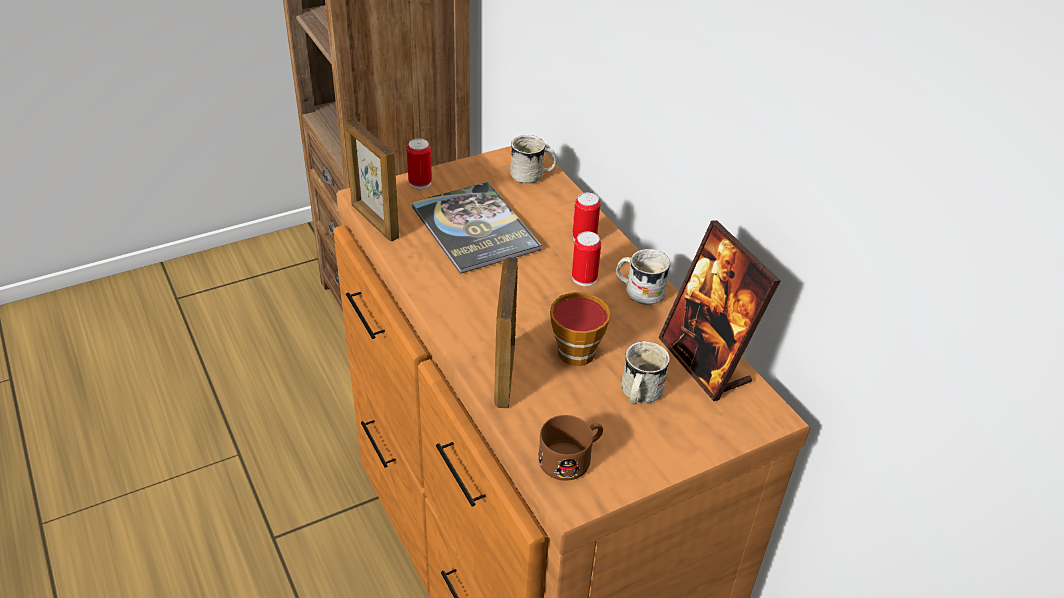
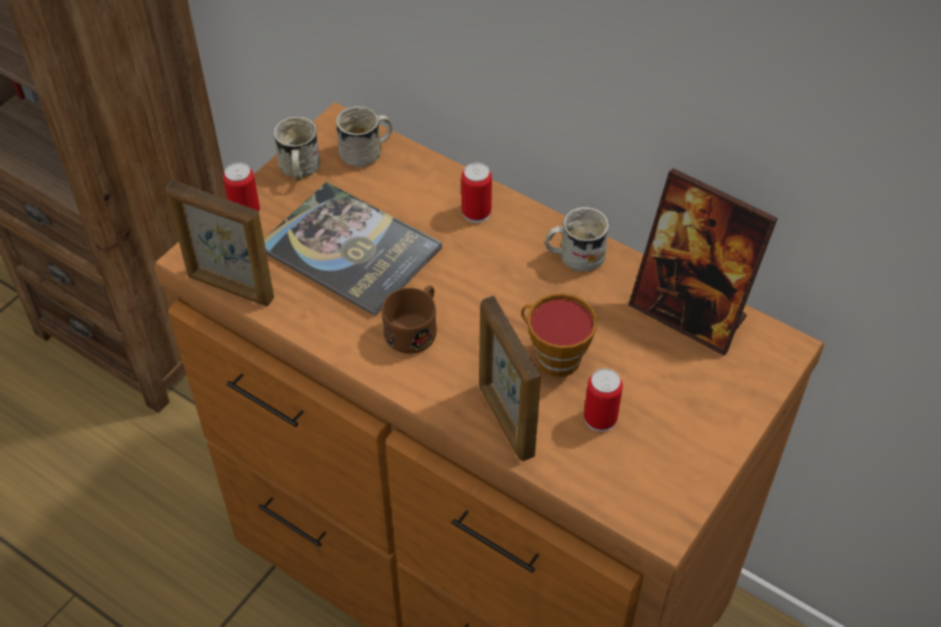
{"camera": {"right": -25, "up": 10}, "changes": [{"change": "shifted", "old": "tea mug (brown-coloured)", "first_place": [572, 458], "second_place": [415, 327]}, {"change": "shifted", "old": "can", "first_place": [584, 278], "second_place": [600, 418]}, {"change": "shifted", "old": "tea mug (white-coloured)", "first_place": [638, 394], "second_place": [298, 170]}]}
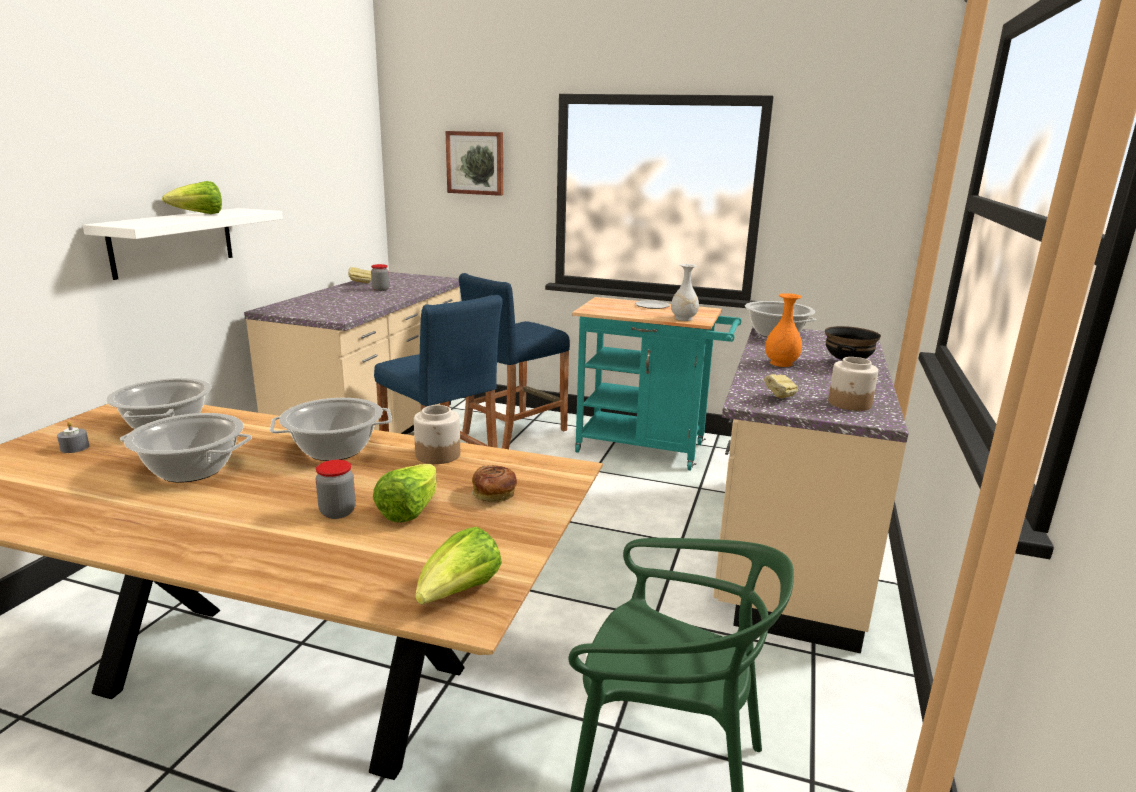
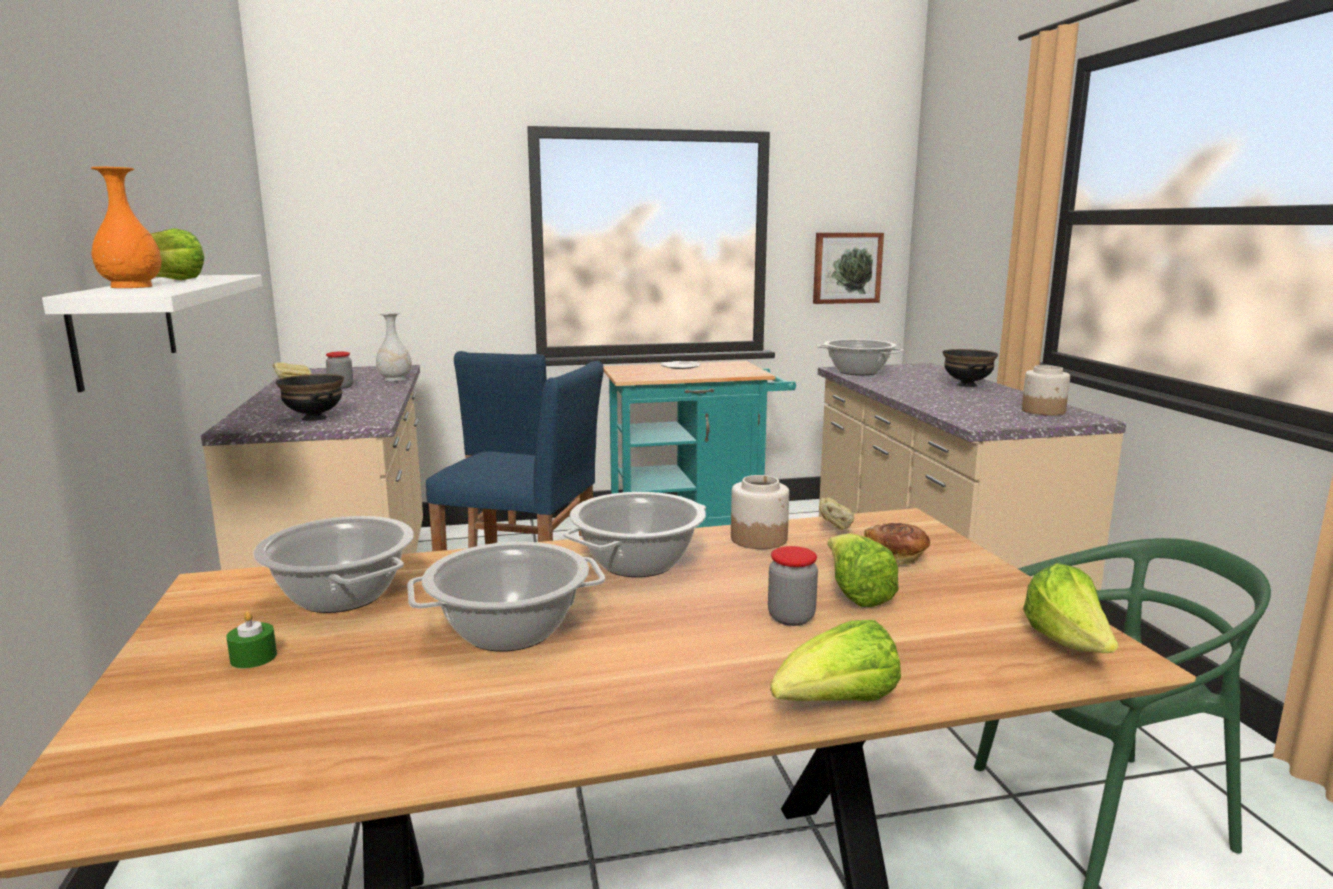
{"camera": {"right": -30, "up": -5}, "changes": [{"change": "new", "new": "serving bowl (black-coloured)", "second_place": [313, 418]}, {"change": "new", "new": "lettuce", "second_place": [837, 705]}, {"change": "shifted", "old": "wall picture", "first_place": [475, 163], "second_place": [846, 268]}, {"change": "shifted", "old": "flower vase (white-coloured)", "first_place": [683, 319], "second_place": [394, 379]}, {"change": "shifted", "old": "bread", "first_place": [779, 398], "second_place": [835, 530]}, {"change": "shifted", "old": "flower vase (orange-coloured)", "first_place": [781, 364], "second_place": [132, 287]}, {"change": "repainted", "old": "wax candle (greyish)", "new": "wax candle (green)", "first_place": [75, 448], "second_place": [253, 657]}]}
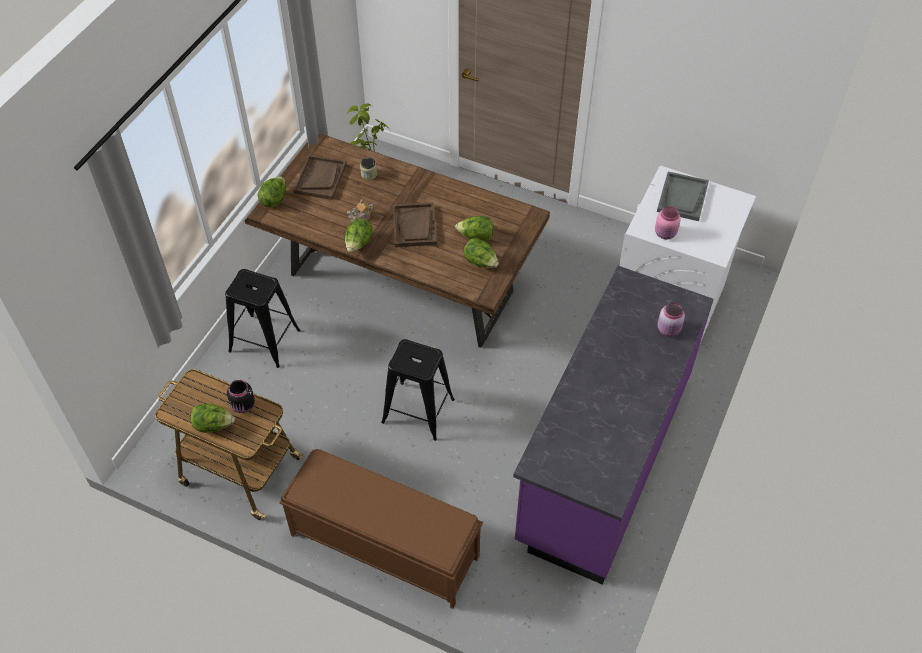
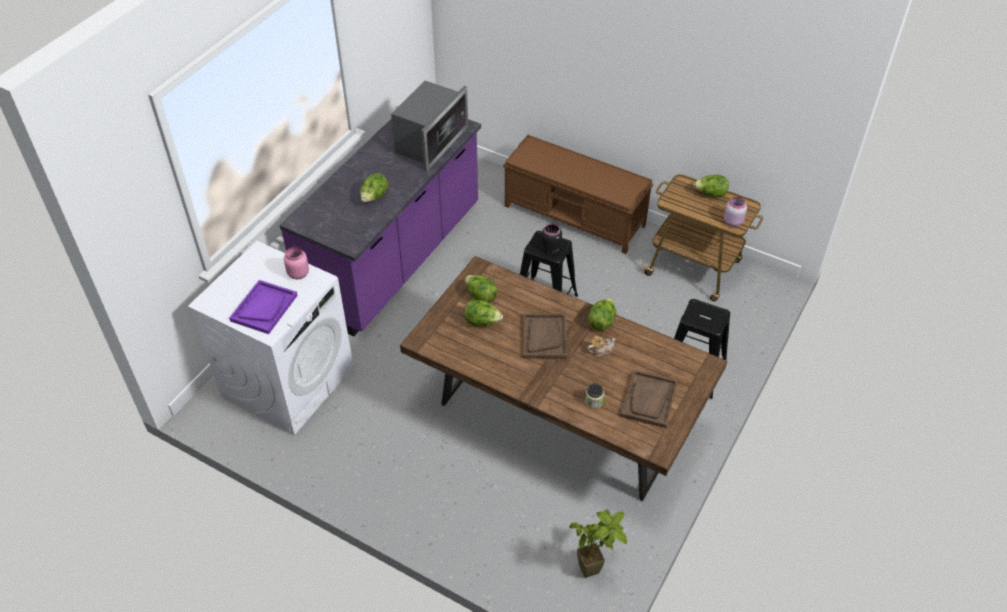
{"camera": {"right": -175, "up": -5}, "changes": [{"change": "new", "new": "microwave oven", "second_place": [430, 142]}, {"change": "shifted", "old": "jar (black-coloured)", "first_place": [243, 406], "second_place": [550, 247]}, {"change": "shifted", "old": "lettuce", "first_place": [274, 199], "second_place": [374, 197]}, {"change": "shifted", "old": "jar (pink-coloured)", "first_place": [669, 330], "second_place": [732, 221]}, {"change": "repainted", "old": "serving tray (greyish)", "new": "serving tray (purplish)", "first_place": [682, 198], "second_place": [264, 308]}]}
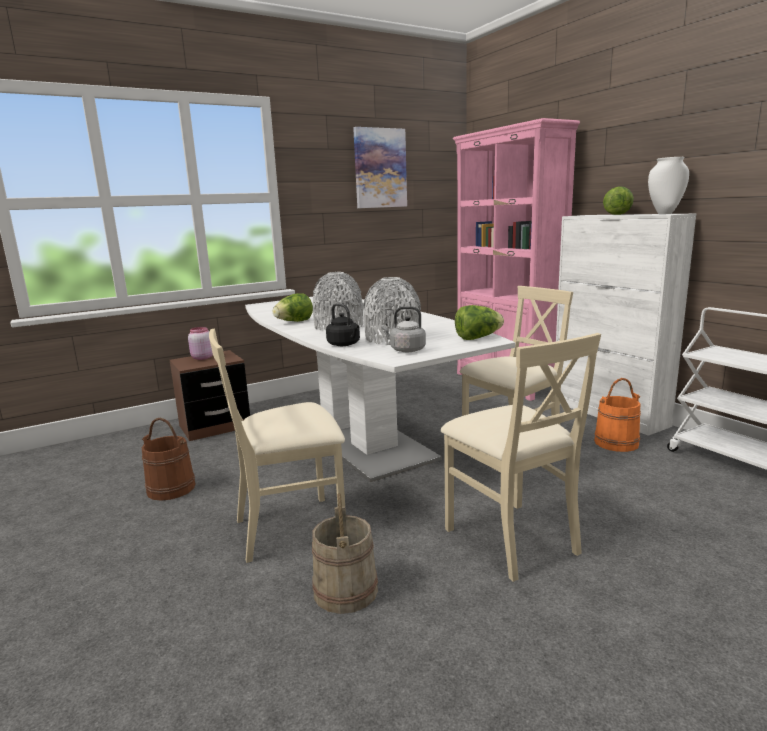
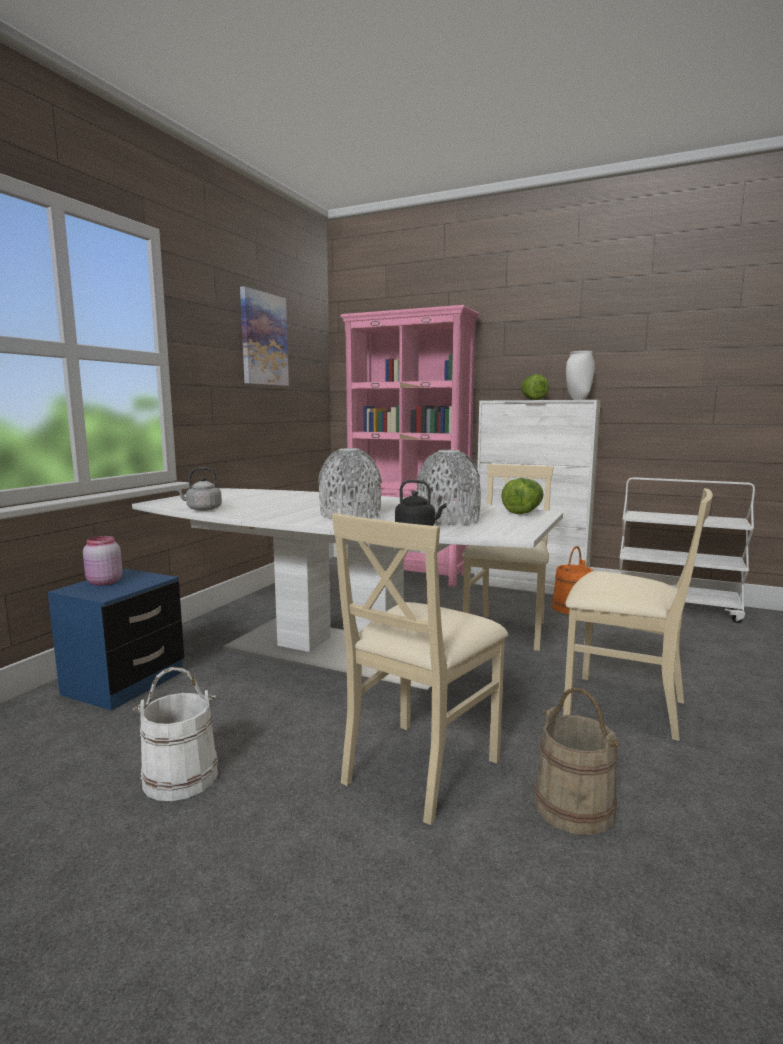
{"camera": {"right": -35, "up": -5}, "changes": [{"change": "gone", "old": "lettuce", "first_place": [294, 322]}, {"change": "shifted", "old": "tea kettle (greyish)", "first_place": [405, 350], "second_place": [202, 509]}, {"change": "repainted", "old": "pail (brown-coloured)", "new": "pail (white-coloured)", "first_place": [171, 488], "second_place": [180, 778]}, {"change": "repainted", "old": "bedside table (brown-coloured)", "new": "bedside table (blue)", "first_place": [215, 426], "second_place": [124, 683]}]}
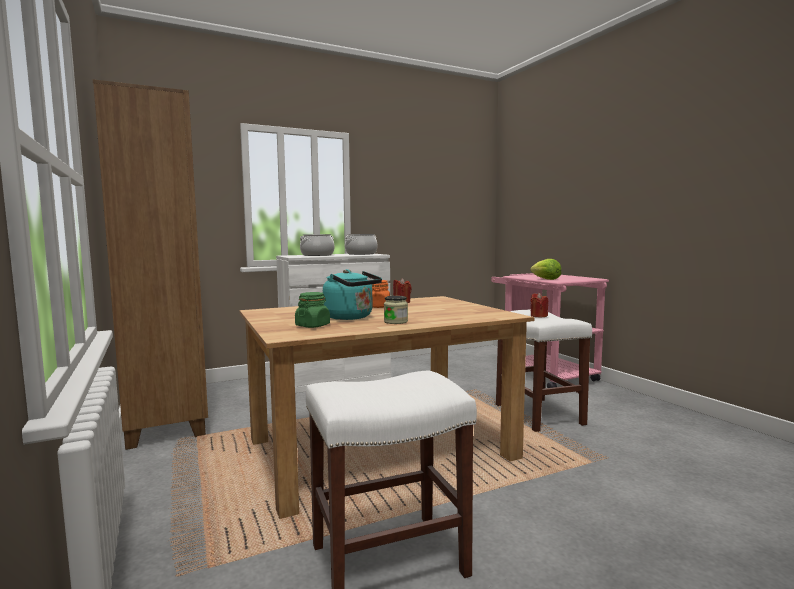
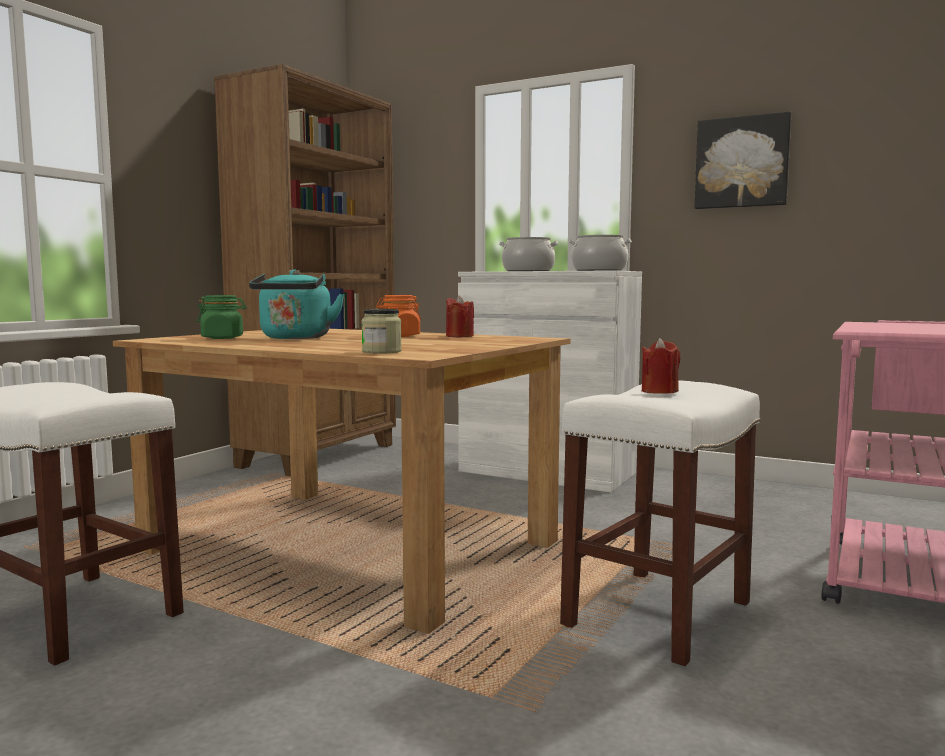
{"camera": {"right": 55, "up": 0}, "changes": [{"change": "gone", "old": "lettuce", "first_place": [545, 279]}, {"change": "new", "new": "wall picture", "second_place": [742, 162]}, {"change": "shifted", "old": "jar", "first_place": [395, 322], "second_place": [381, 351]}]}
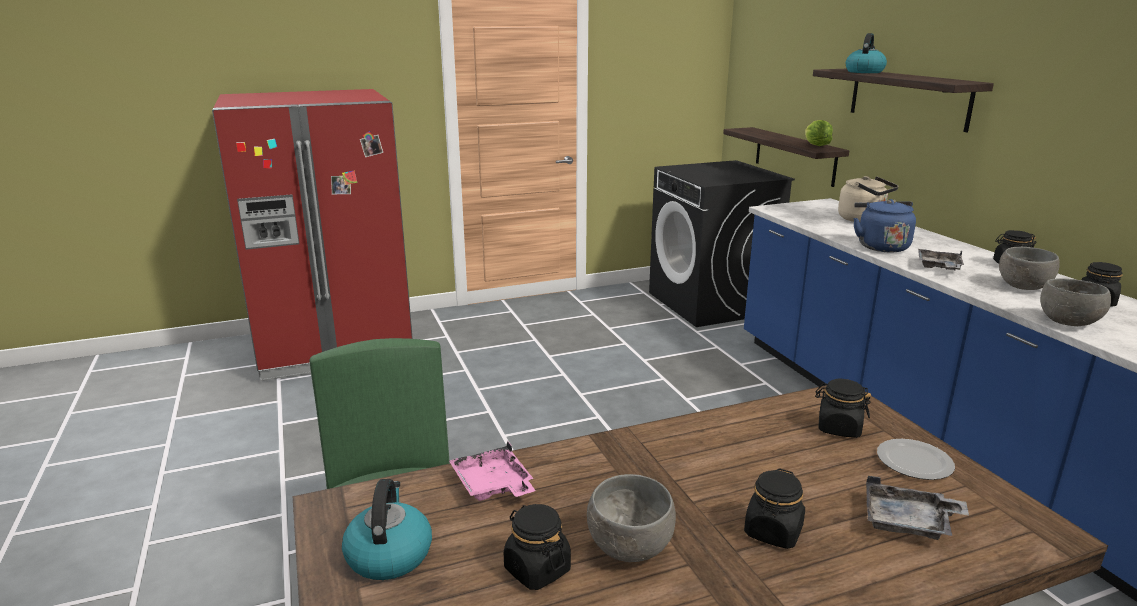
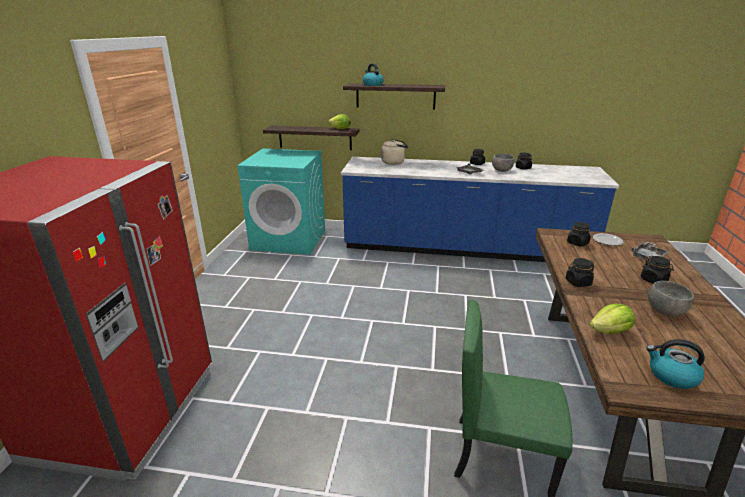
{"camera": {"right": -60, "up": 5}, "changes": [{"change": "gone", "old": "tea kettle (blue)", "first_place": [880, 246]}, {"change": "gone", "old": "serving bowl (greyish)", "first_place": [1069, 323]}, {"change": "shifted", "old": "jar (black-coloured)", "first_place": [537, 569], "second_place": [578, 282]}, {"change": "swapped", "old": "serving tray (pink-coloured)", "new": "lettuce", "first_place": [493, 486], "second_place": [610, 331]}, {"change": "repainted", "old": "laundry machine (black-coloured)", "new": "laundry machine (blue-green)", "first_place": [711, 303], "second_place": [289, 239]}]}
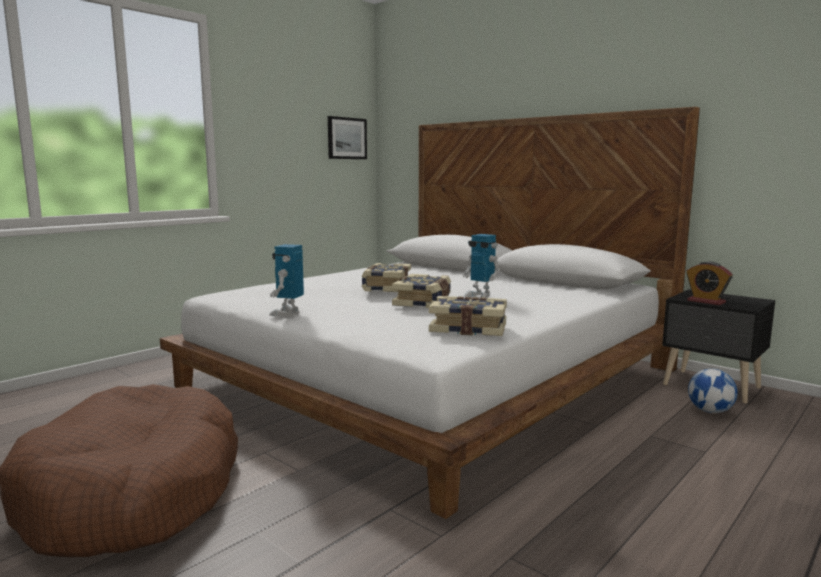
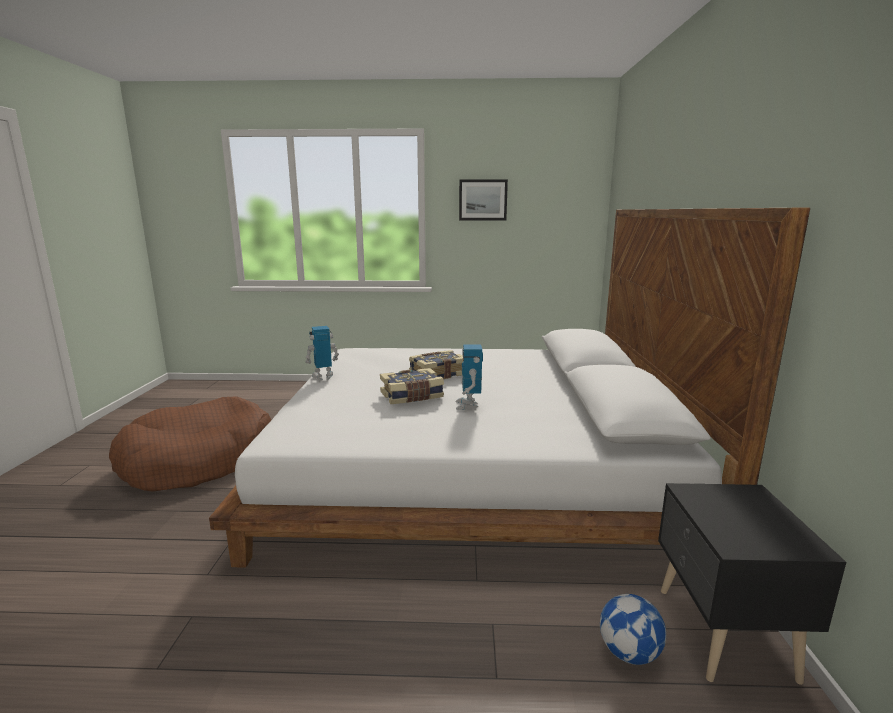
{"camera": {"right": 50, "up": 5}, "changes": [{"change": "gone", "old": "bound book", "first_place": [468, 328]}, {"change": "gone", "old": "table clock", "first_place": [706, 301]}, {"change": "shifted", "old": "wall picture", "first_place": [346, 138], "second_place": [483, 200]}]}
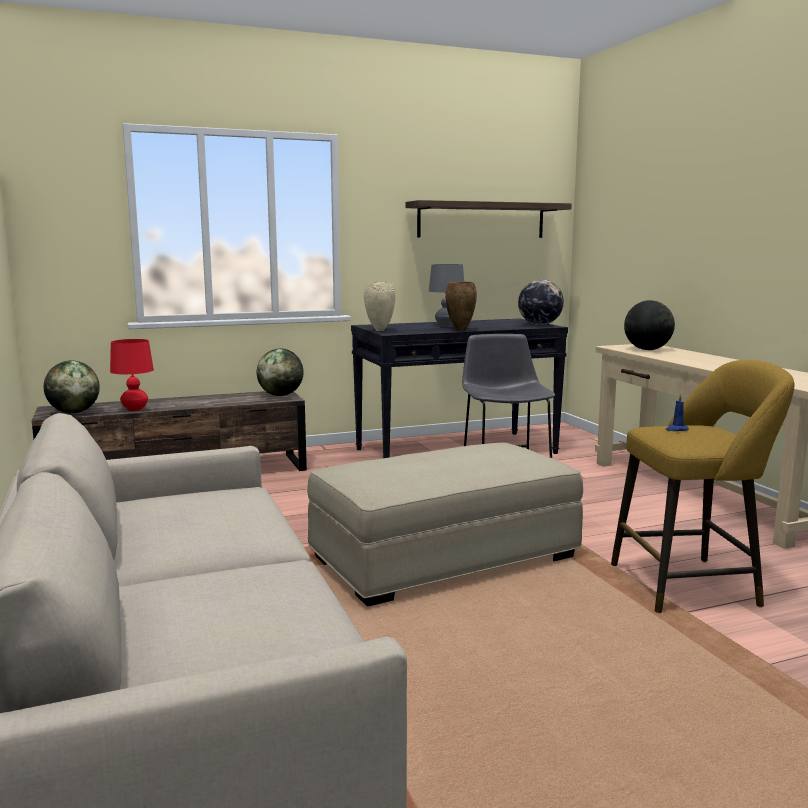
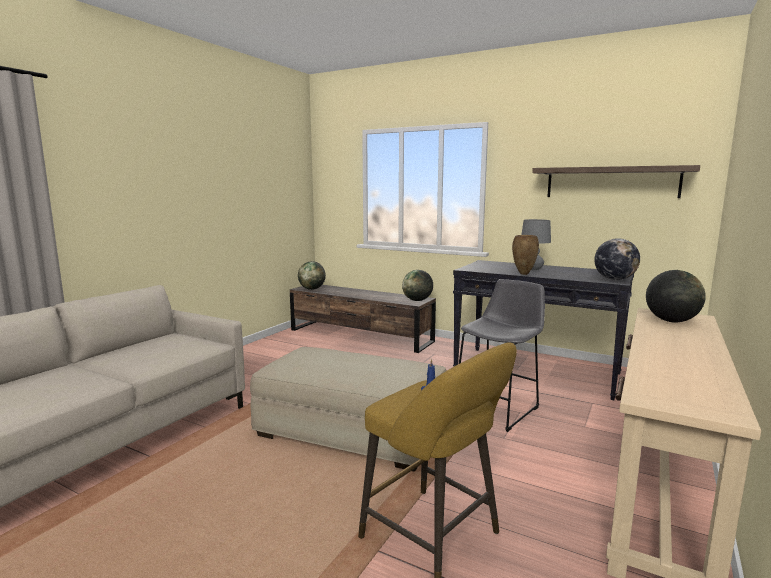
{"camera": {"right": 50, "up": 0}, "changes": [{"change": "gone", "old": "tabletop lamp (reddish)", "first_place": [135, 409]}, {"change": "gone", "old": "flower vase (beige)", "first_place": [379, 330]}]}
